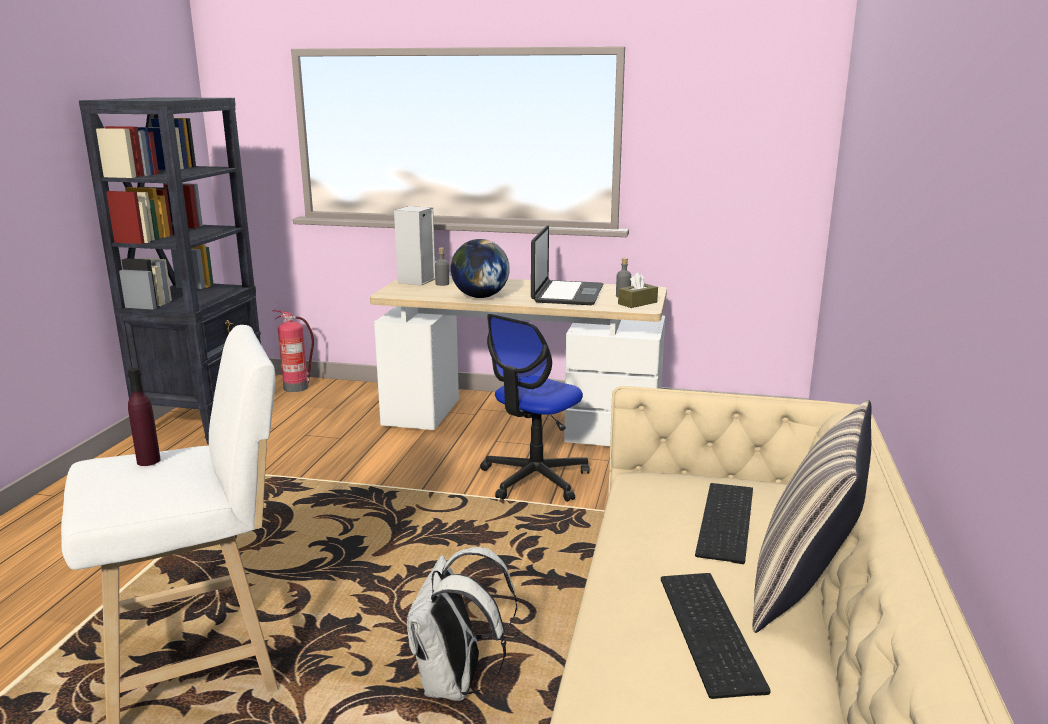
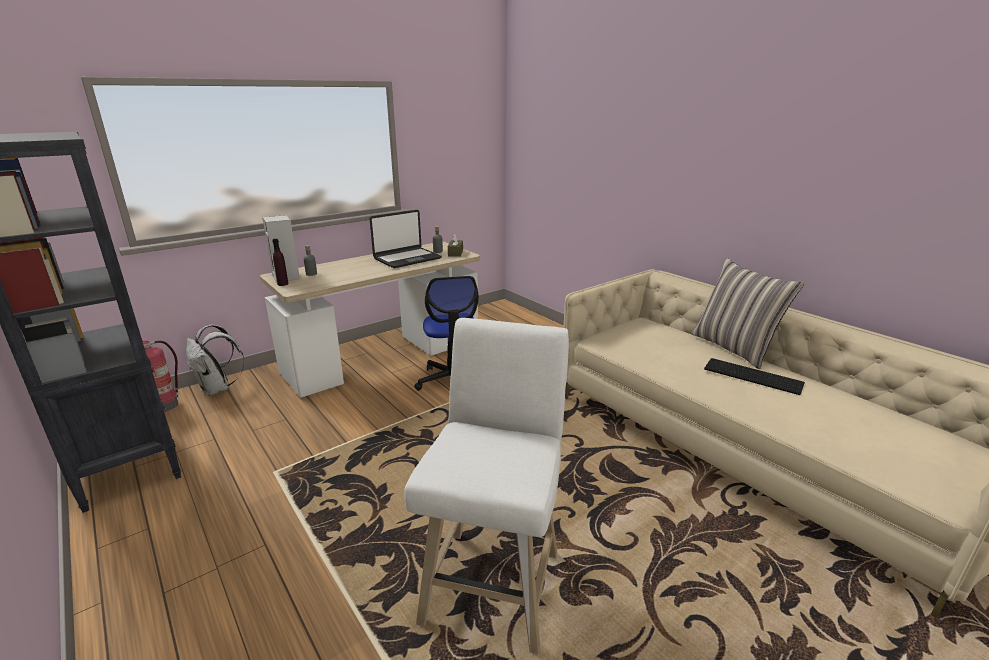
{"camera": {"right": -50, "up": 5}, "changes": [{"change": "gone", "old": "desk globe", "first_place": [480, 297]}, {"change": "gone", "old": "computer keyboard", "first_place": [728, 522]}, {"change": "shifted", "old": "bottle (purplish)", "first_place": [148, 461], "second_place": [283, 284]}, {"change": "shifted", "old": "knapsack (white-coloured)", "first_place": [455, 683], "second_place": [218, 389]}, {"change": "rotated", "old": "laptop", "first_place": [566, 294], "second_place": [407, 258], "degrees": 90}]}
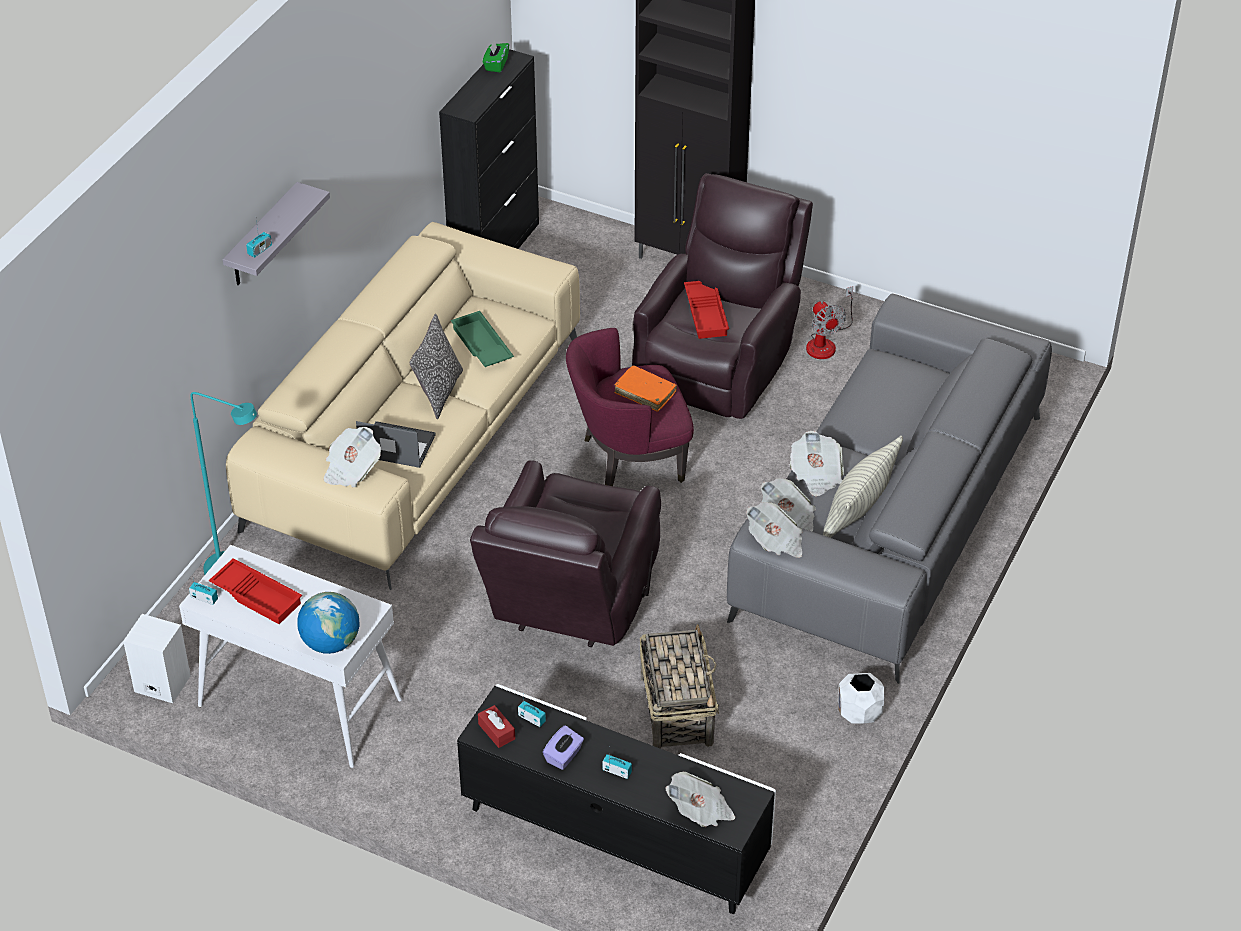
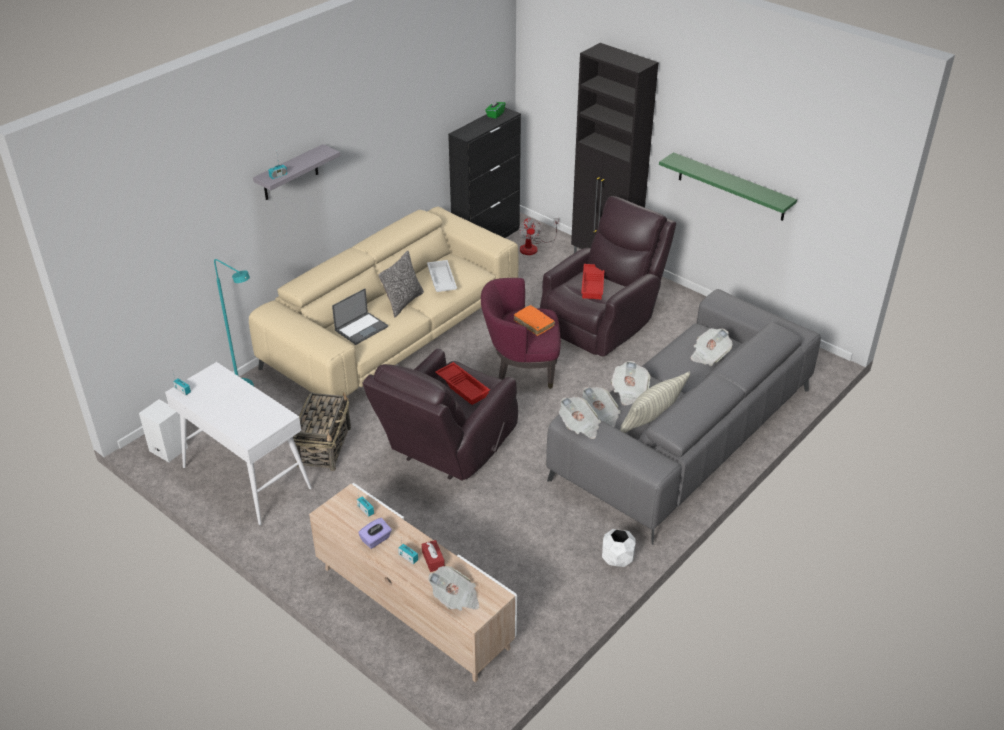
{"camera": {"right": 15, "up": -5}, "changes": [{"change": "gone", "old": "desk globe", "first_place": [331, 643]}, {"change": "new", "new": "shelf (green)", "second_place": [731, 187]}, {"change": "shifted", "old": "serving tray (reddish)", "first_place": [258, 595], "second_place": [463, 386]}, {"change": "shifted", "old": "printed paper", "first_place": [351, 469], "second_place": [709, 355]}, {"change": "shifted", "old": "tissue box (reddish)", "first_place": [496, 731], "second_place": [433, 560]}, {"change": "shifted", "old": "storage basket", "first_place": [676, 709], "second_place": [324, 446]}, {"change": "shifted", "old": "electric fan", "first_place": [826, 342], "second_place": [533, 247]}, {"change": "repainted", "old": "serving tray (green)", "new": "serving tray (white-coloured)", "first_place": [480, 346], "second_place": [441, 280]}, {"change": "repainted", "old": "media console (black-coloured)", "new": "media console (beige)", "first_place": [615, 836], "second_place": [414, 608]}, {"change": "rotated", "old": "laptop", "first_place": [396, 445], "second_place": [361, 328], "degrees": 105}]}
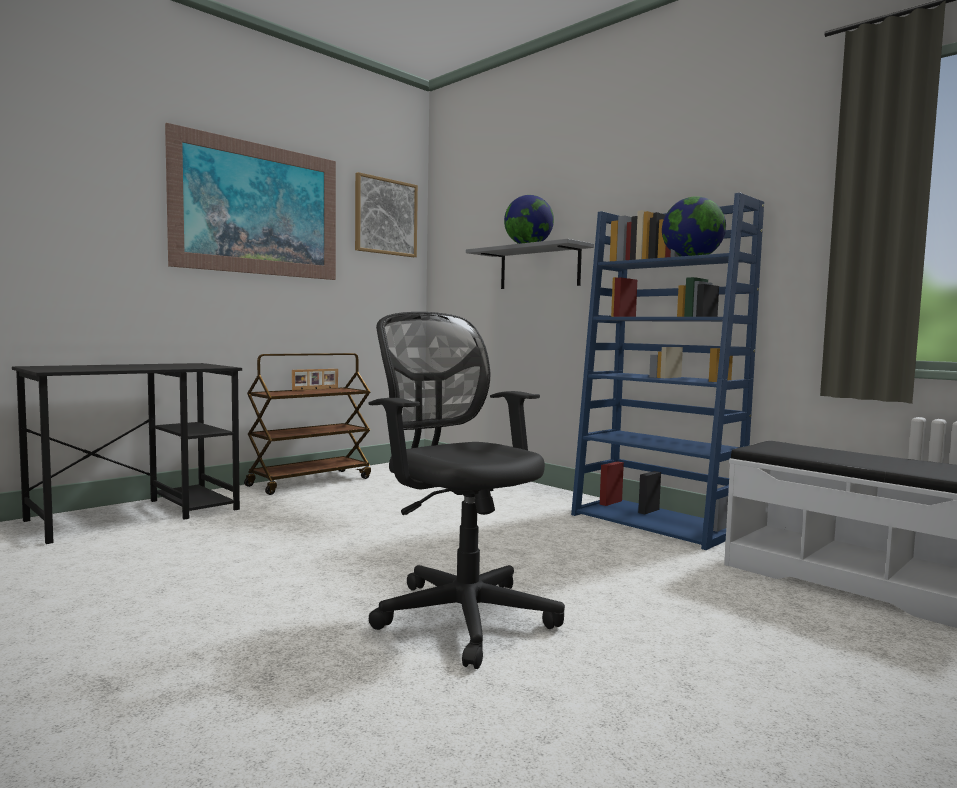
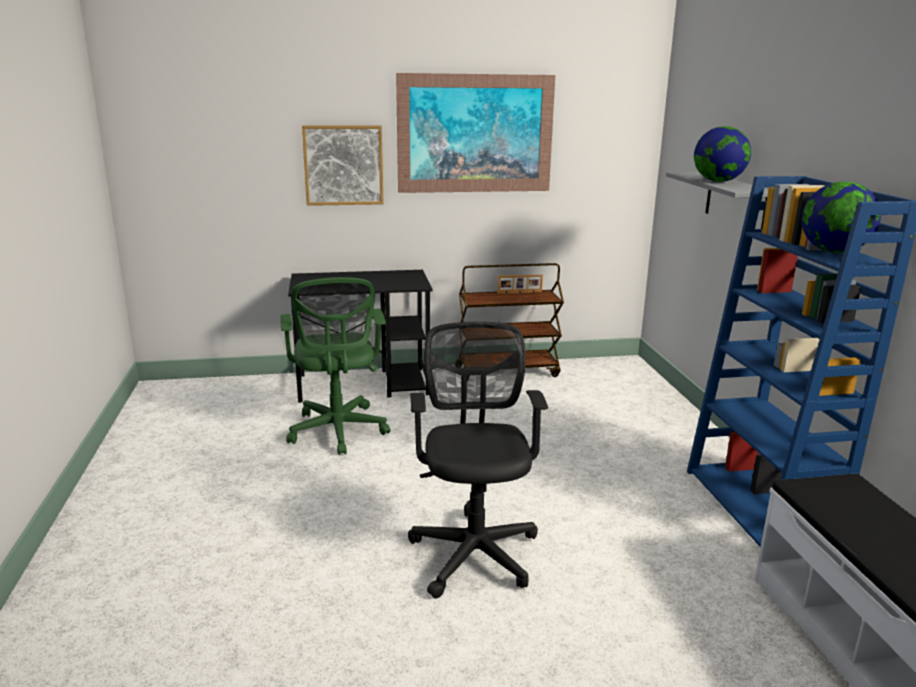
{"camera": {"right": 35, "up": 15}, "changes": [{"change": "new", "new": "office chair (green)", "second_place": [338, 432]}, {"change": "shifted", "old": "wall picture", "first_place": [385, 217], "second_place": [343, 165]}]}
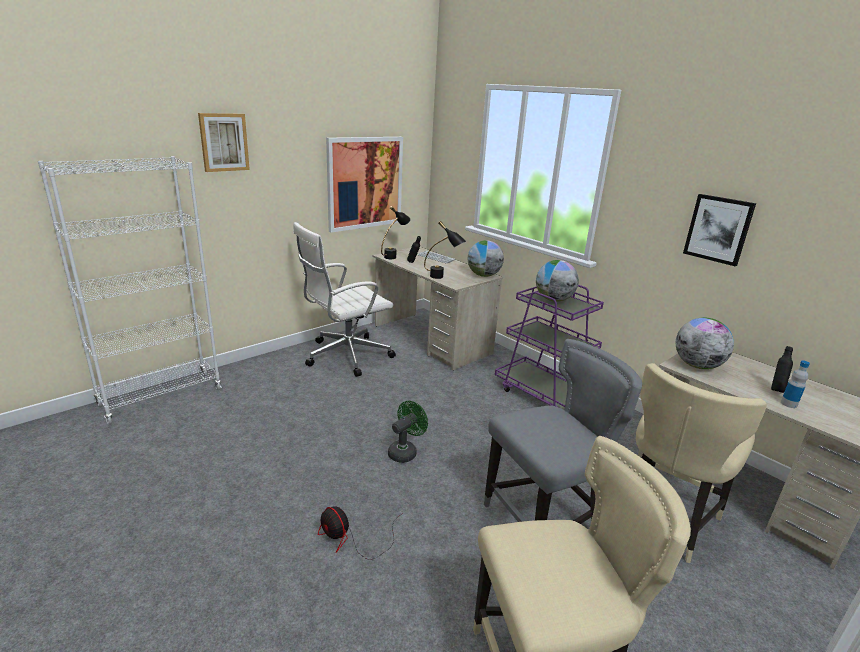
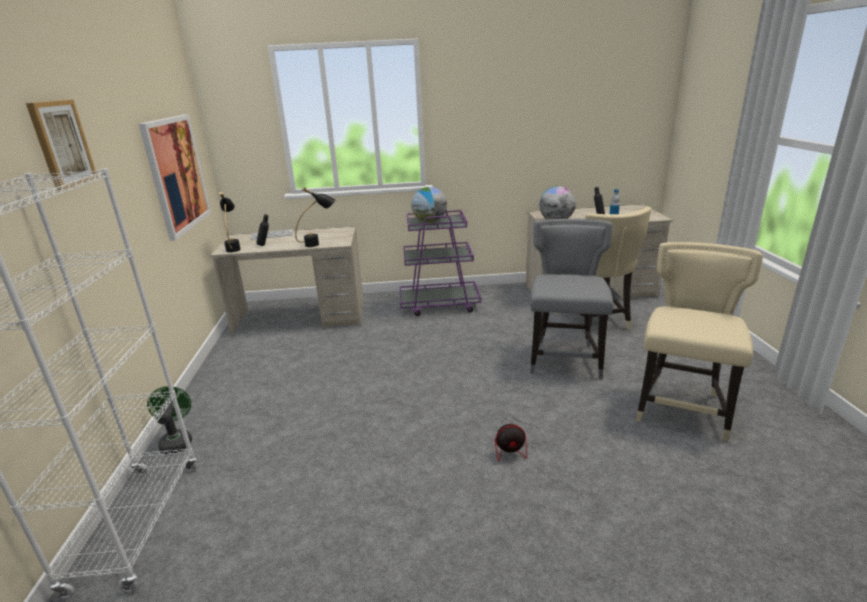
{"camera": {"right": -50, "up": 0}, "changes": [{"change": "gone", "old": "office chair (white-coloured)", "first_place": [345, 356]}, {"change": "gone", "old": "desk globe", "first_place": [483, 275]}, {"change": "gone", "old": "wall picture", "first_place": [718, 229]}, {"change": "shifted", "old": "electric fan (green)", "first_place": [405, 451], "second_place": [177, 441]}]}
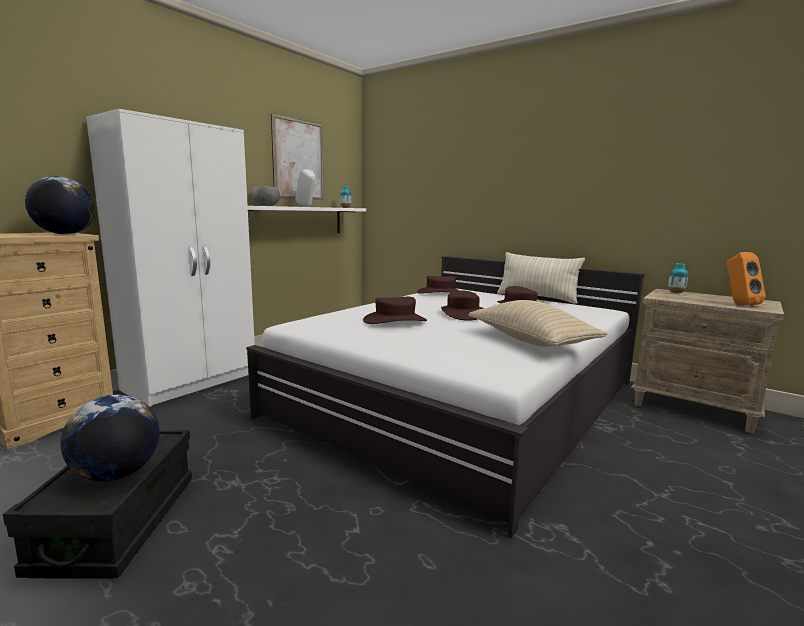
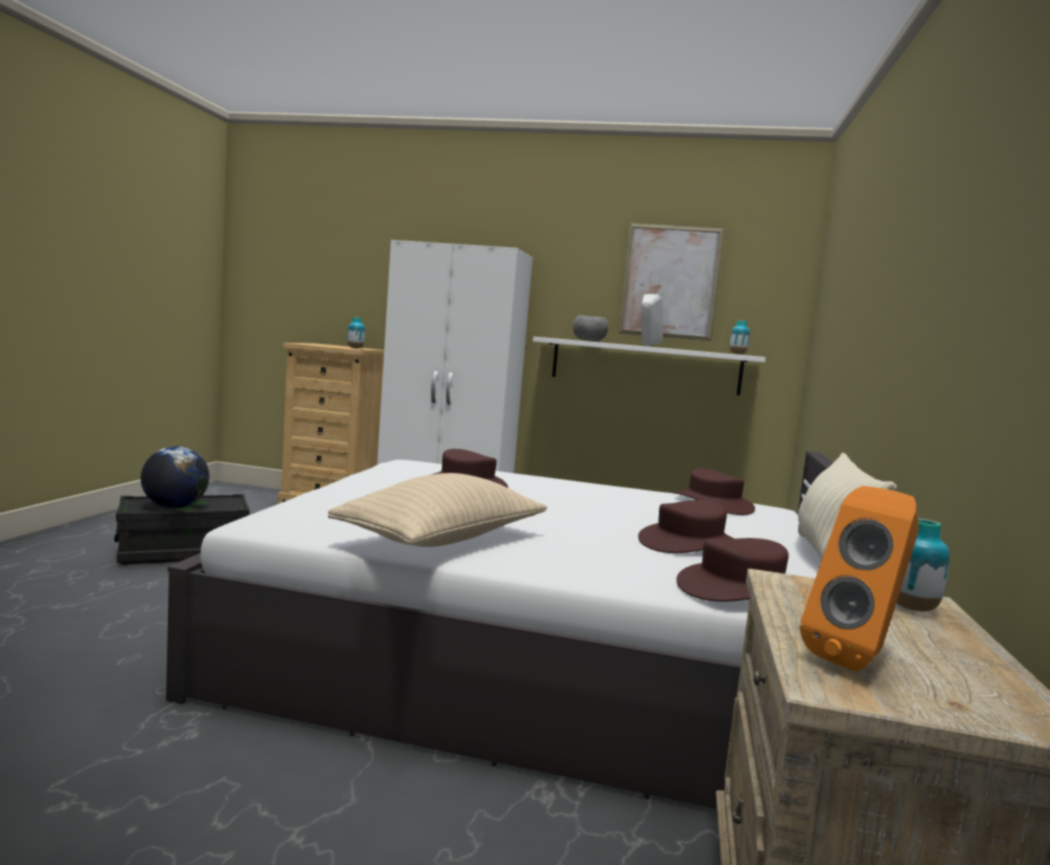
{"camera": {"right": 65, "up": -5}, "changes": [{"change": "shifted", "old": "hat (brown-coloured)", "first_place": [462, 314], "second_place": [740, 589]}, {"change": "swapped", "old": "desk globe", "new": "flower vase", "first_place": [65, 234], "second_place": [355, 348]}]}
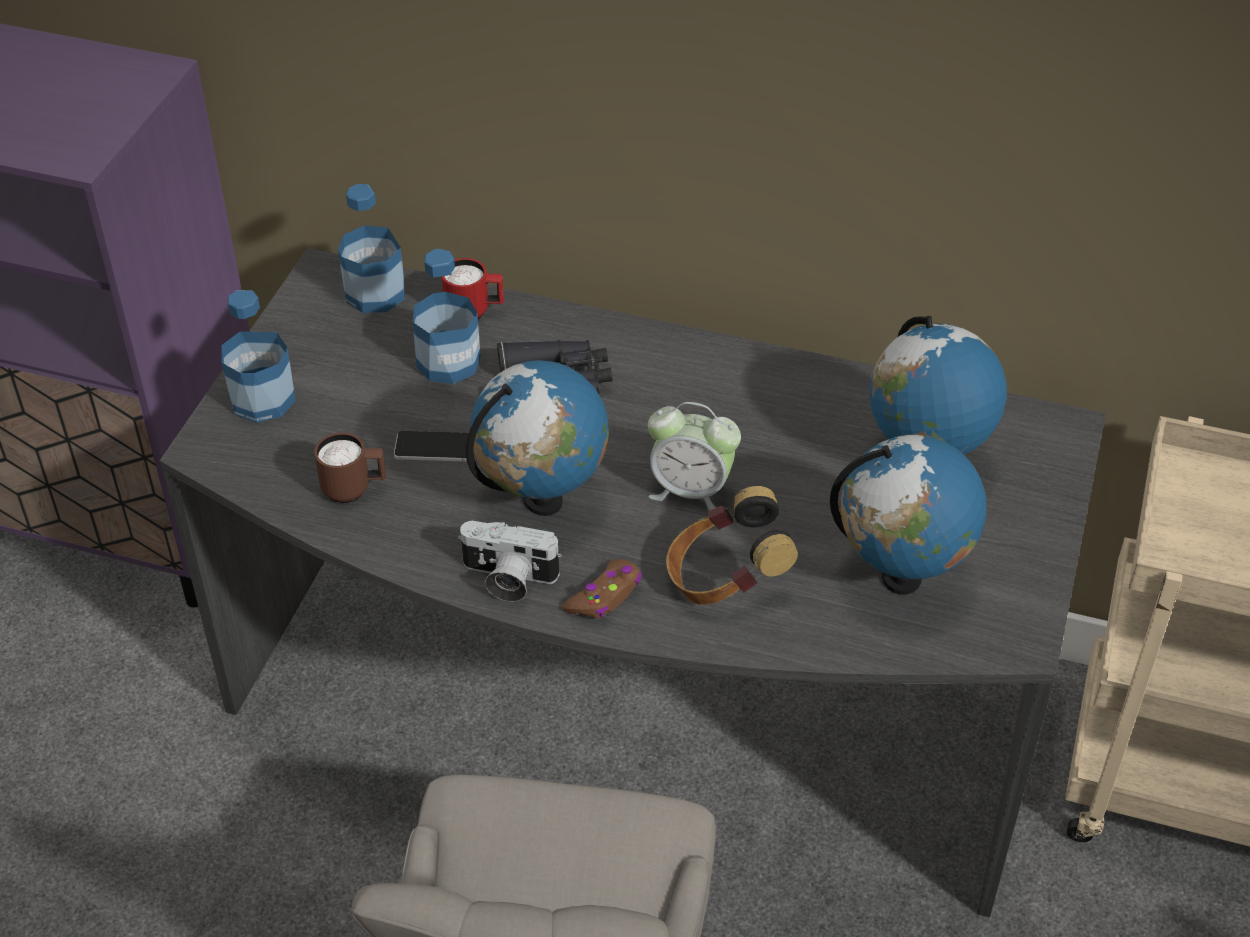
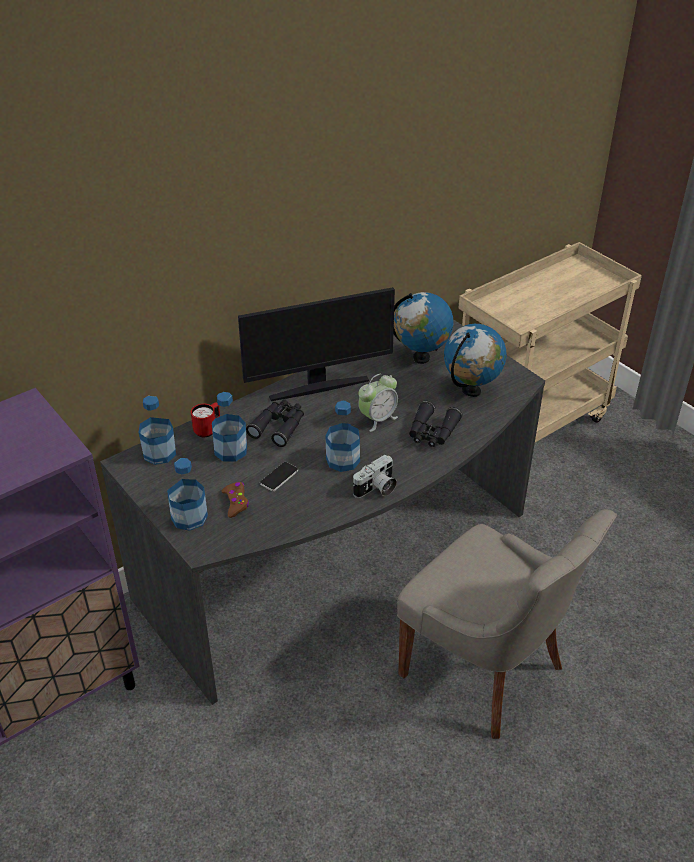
{"camera": {"right": -55, "up": -5}, "changes": [{"change": "gone", "old": "tea mug (brown-coloured)", "first_place": [354, 489]}, {"change": "new", "new": "monitor", "second_place": [318, 387]}, {"change": "shifted", "old": "game controller (brown-coloured)", "first_place": [605, 596], "second_place": [236, 502]}, {"change": "swapped", "old": "desk globe", "new": "bottle", "first_place": [543, 501], "second_place": [343, 460]}, {"change": "swapped", "old": "pair of headphones", "new": "binoculars (black-coloured)", "first_place": [724, 579], "second_place": [432, 432]}]}
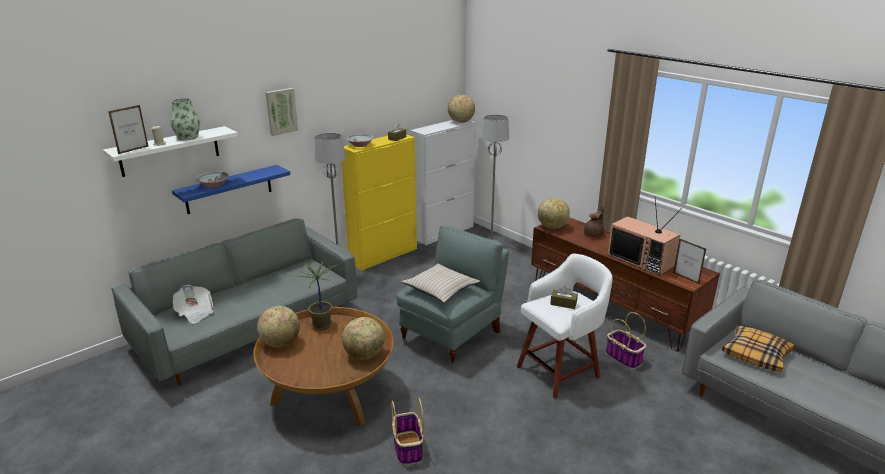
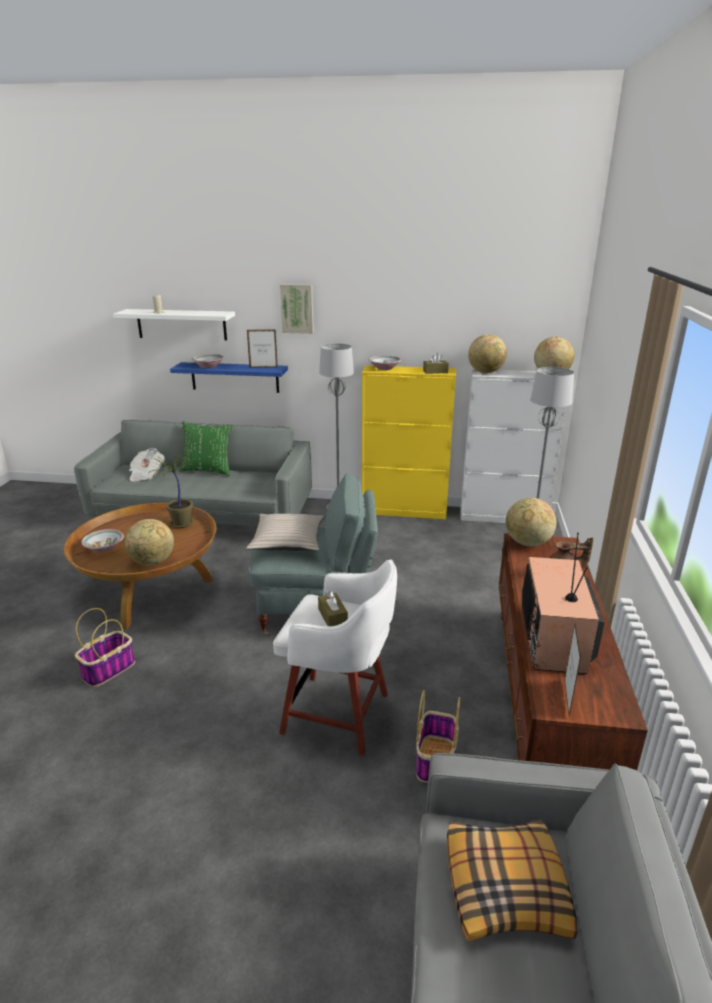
{"camera": {"right": 50, "up": 0}, "changes": [{"change": "gone", "old": "flower vase", "first_place": [188, 137]}, {"change": "new", "new": "serving bowl", "second_place": [105, 548]}, {"change": "new", "new": "pillow (green)", "second_place": [208, 470]}, {"change": "shifted", "old": "picture frame", "first_place": [133, 150], "second_place": [263, 368]}, {"change": "shifted", "old": "desk globe", "first_place": [281, 343], "second_place": [485, 372]}]}
